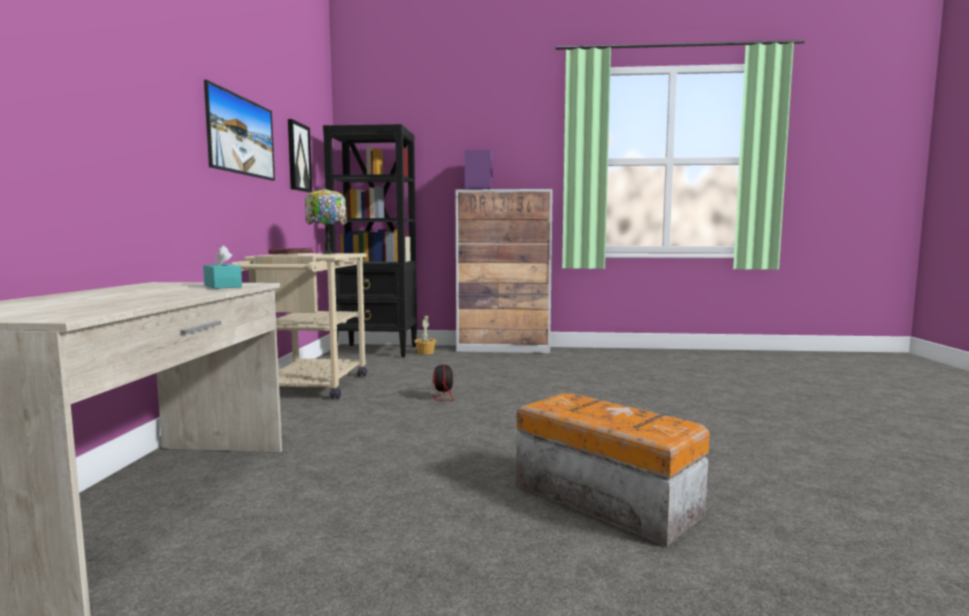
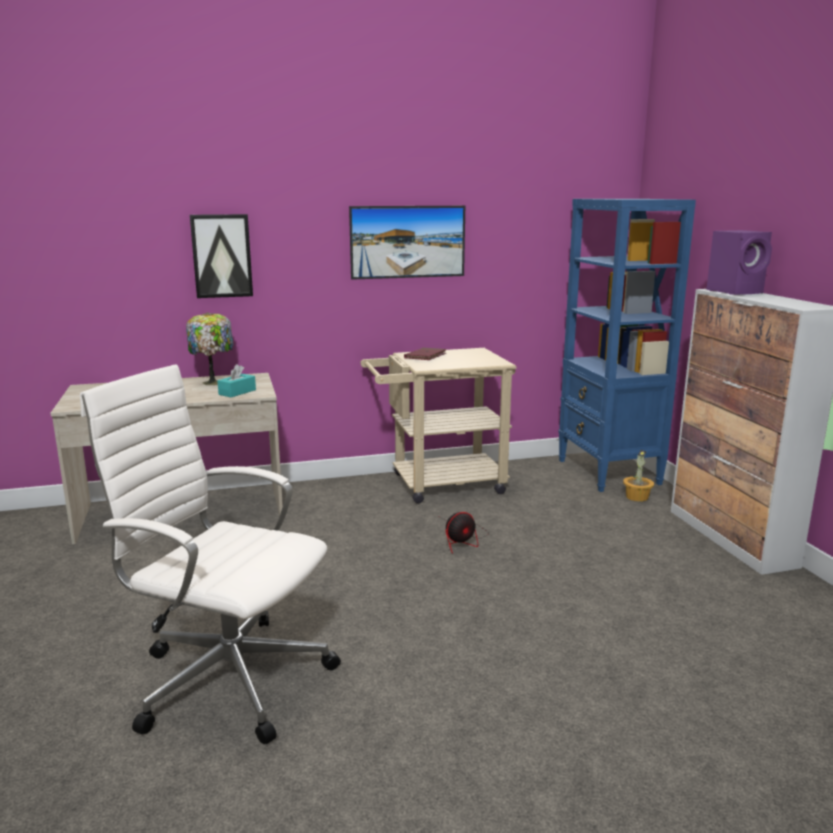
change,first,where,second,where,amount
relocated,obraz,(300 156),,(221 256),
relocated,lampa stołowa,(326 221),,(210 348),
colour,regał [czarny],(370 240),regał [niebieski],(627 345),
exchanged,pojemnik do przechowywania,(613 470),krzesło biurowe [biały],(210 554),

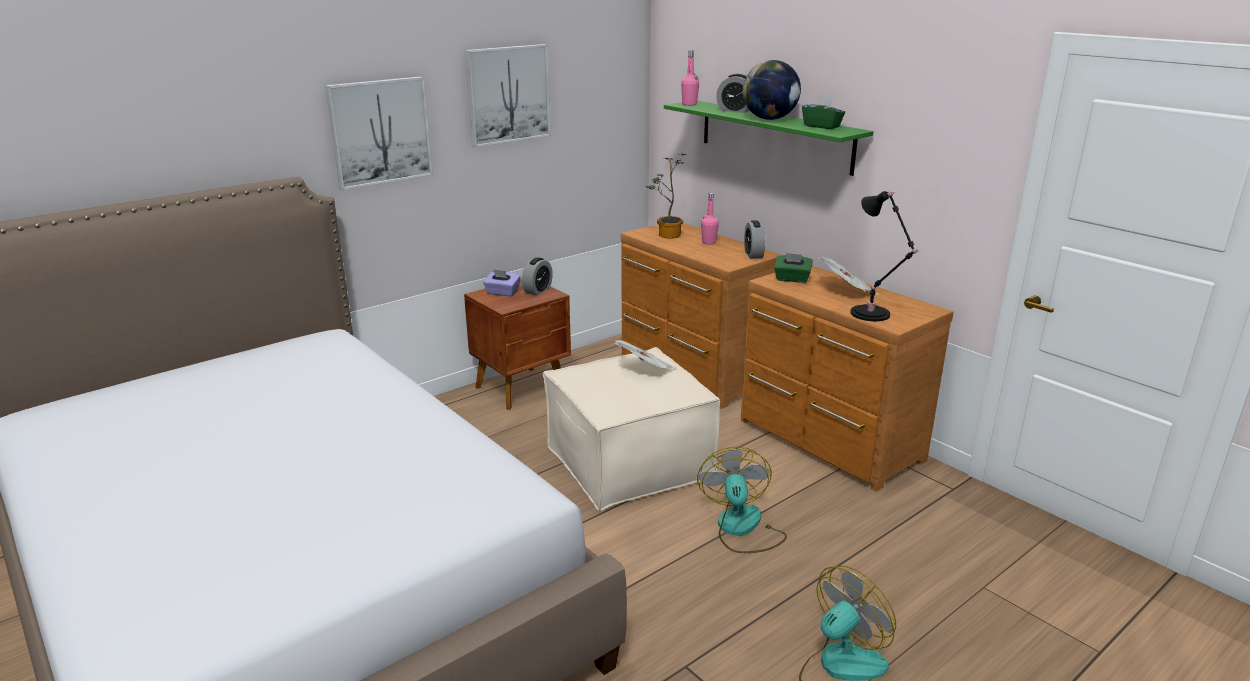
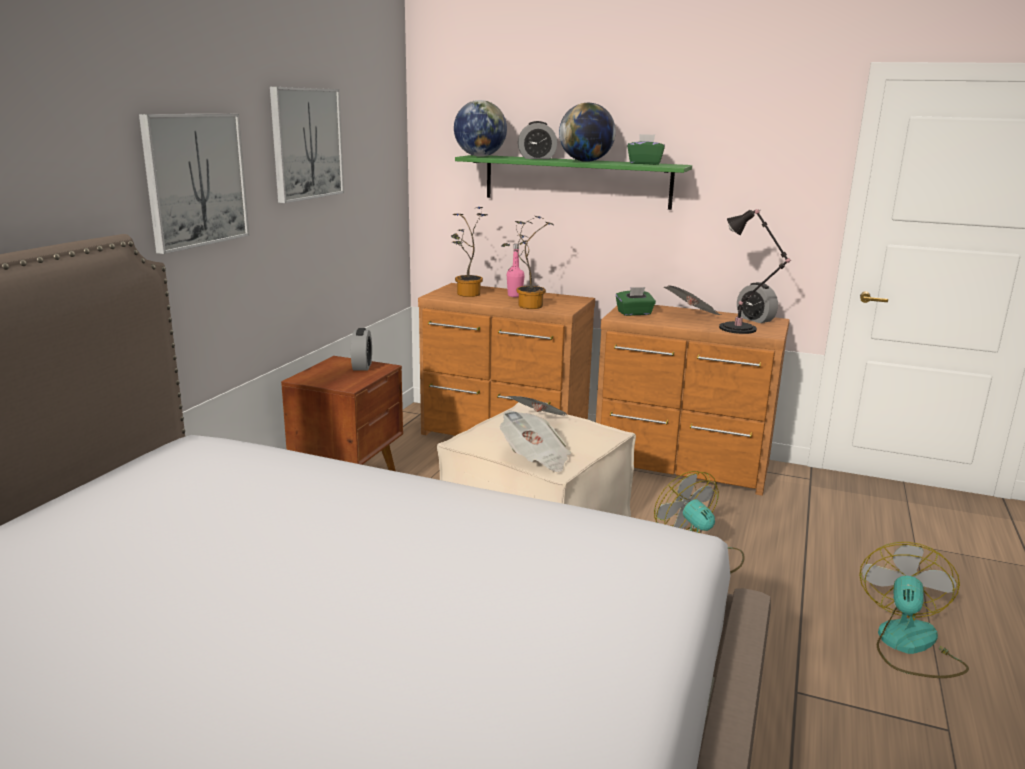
change,first,where,second,where,amount
missing,pudełko chusteczek [fioletowy],(502 283),,,
exchanged,butelka [różowy],(690 78),globus,(480 128),
relocated,budzik,(754 239),,(757 302),
appeared,,,gazeta,(535 441),
appeared,,,roślina doniczkowa,(528 262),

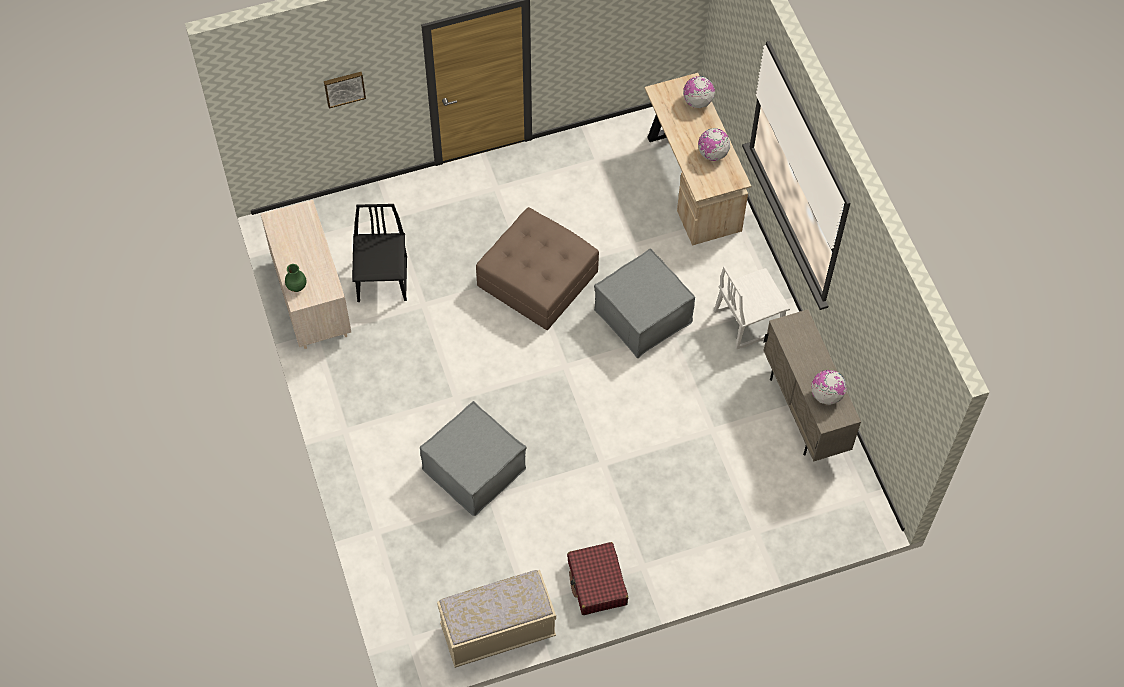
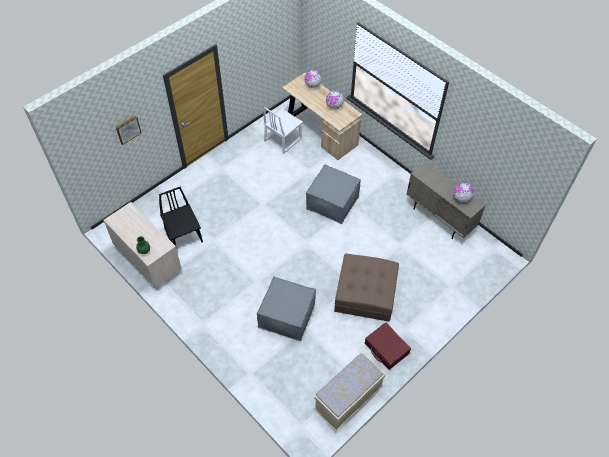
change,first,where,second,where,amount
relocated,pufa [brązowy],(537 268),,(366 288),
relocated,krzesło [biały],(752 308),,(283 130),

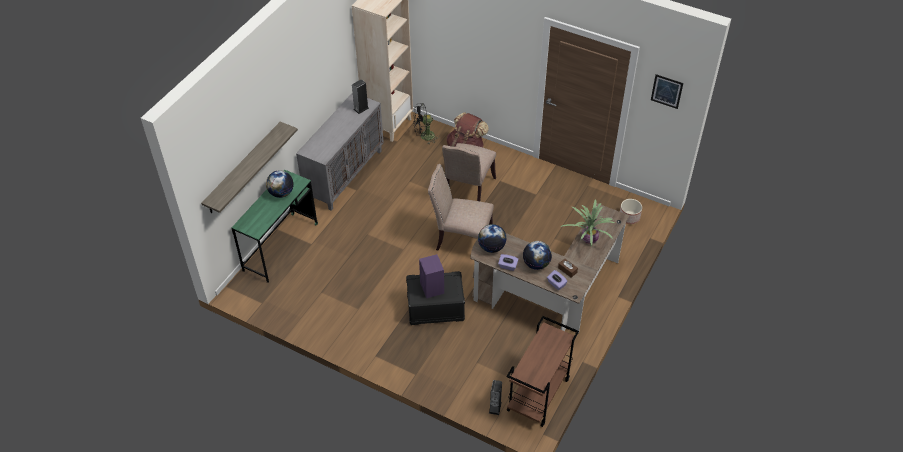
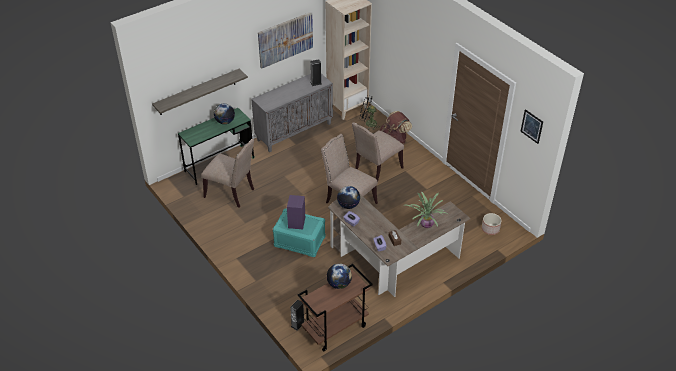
change,first,where,second,where,amount
colour,pojemnik do przechowywania [czarny],(435 298),pojemnik do przechowywania [turkusowy],(299 232),
relocated,globus,(537 255),,(339 276),
appeared,,,krzesło [beżowy],(227 173),
appeared,,,obraz,(285 40),

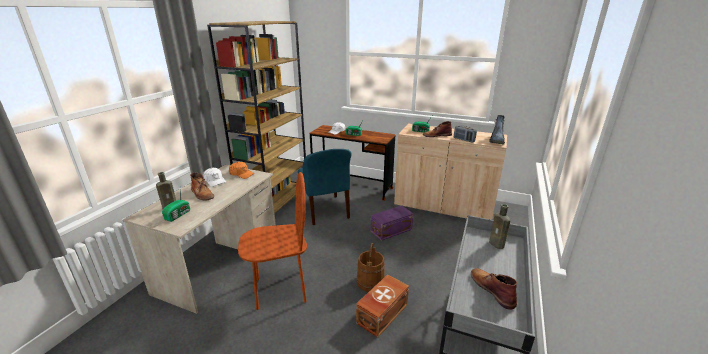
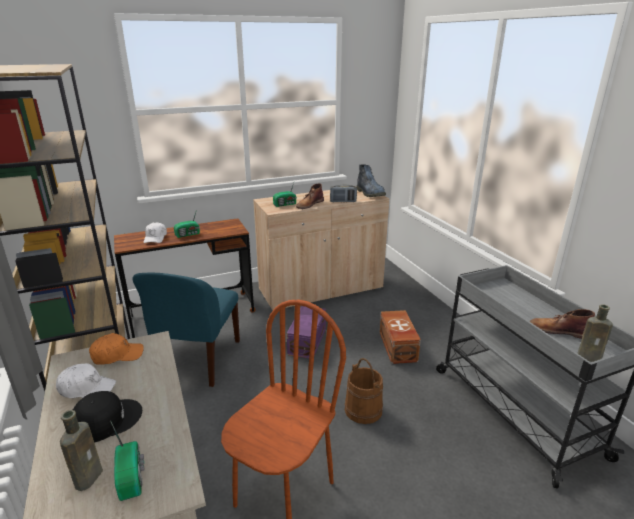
change,first,where,second,where,amount
exchanged,but z cholewką [brązowy],(202 186),czapka z daszkiem [czarny],(107 416),
spun,krzesło [niebieski],(325 187),,(186 330),75 degrees clockwise
relocated,pojemnik do przechowywania [brązowy],(382 306),,(400 337),
relocated,butelka [brązowy],(499 226),,(595 333),

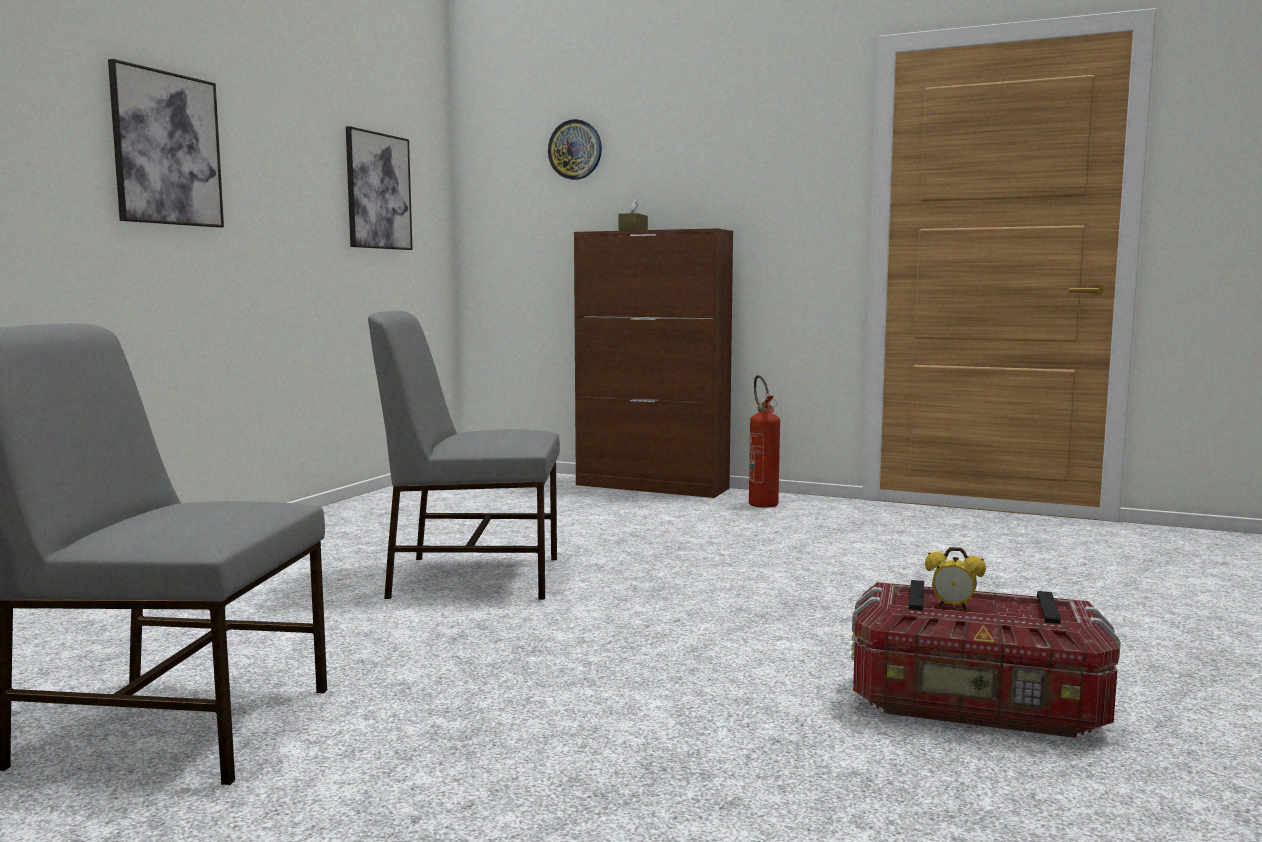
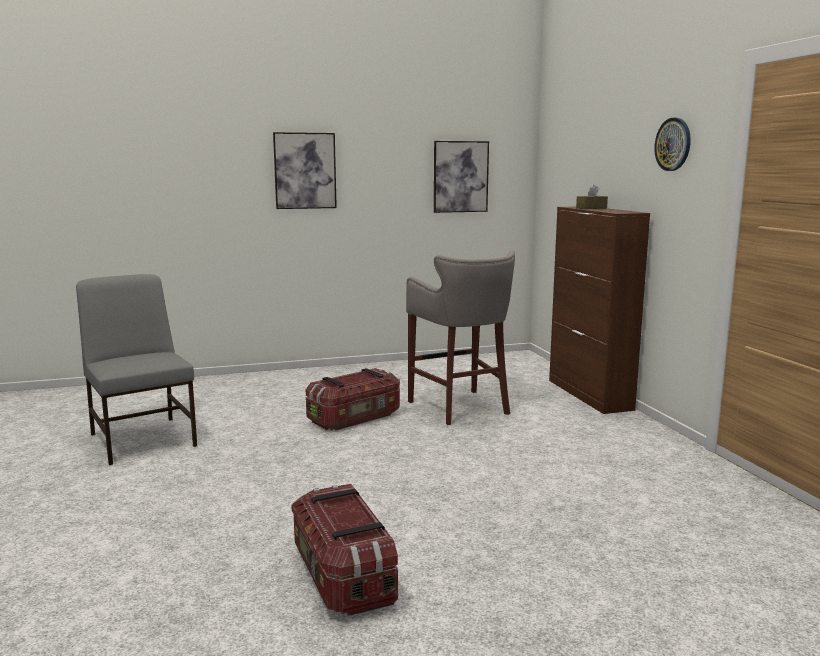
change,first,where,second,where,amount
exchanged,krzesło [szary],(464 455),pojemnik do przechowywania,(353 399),
relocated,zegar ścienny,(575 149),,(672 144),
missing,gaśnica,(764 441),,,
missing,budzik,(955 578),,,
appeared,,,stołek [szary],(460 338),

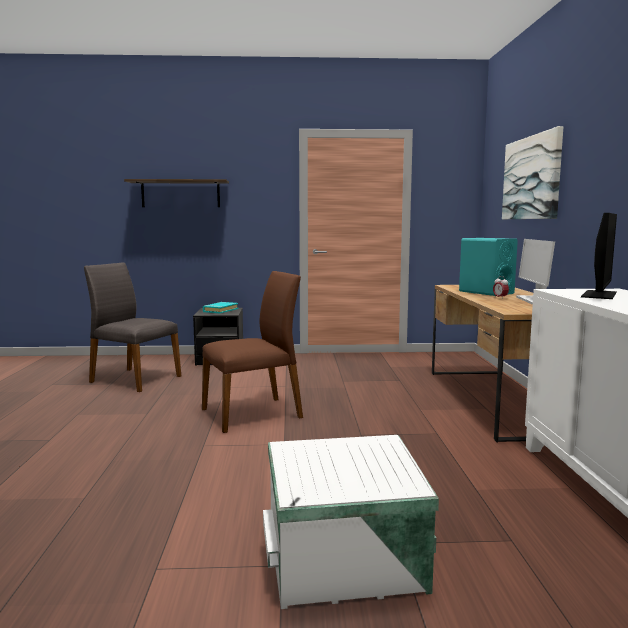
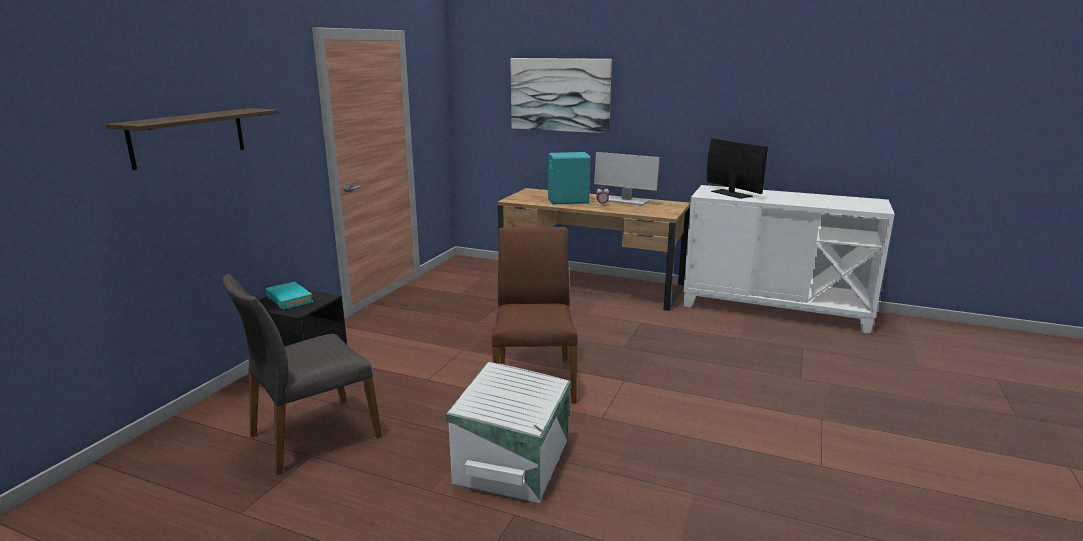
change,first,where,second,where,amount
relocated,pojemnik do przechowywania [biały],(351 522),,(508 432),

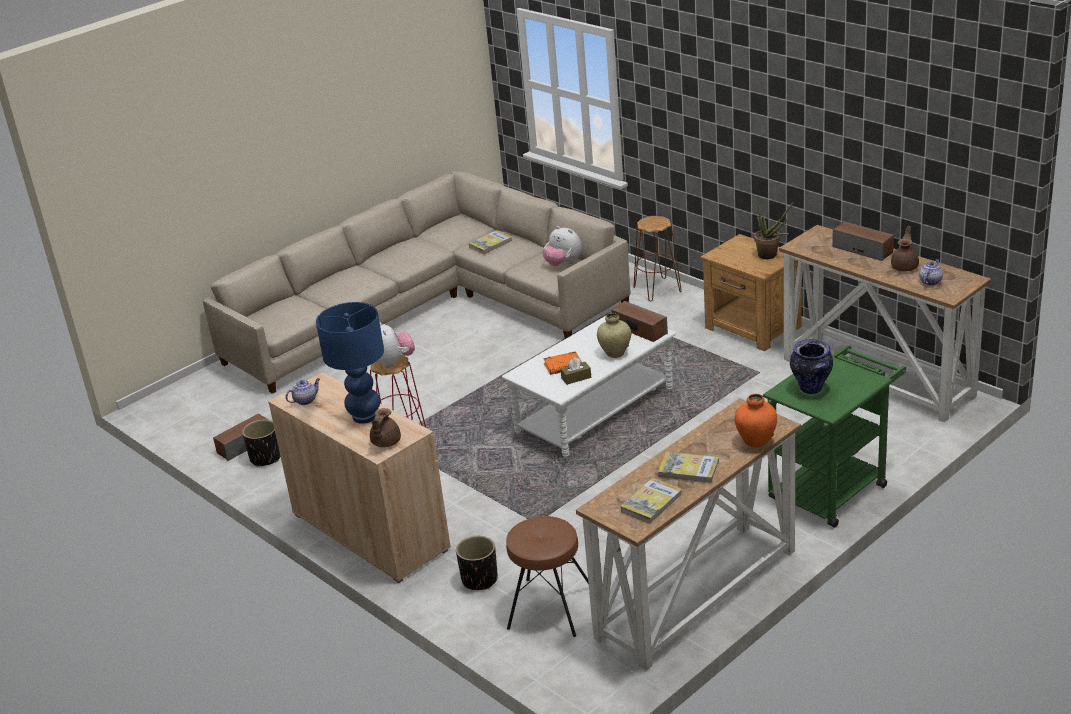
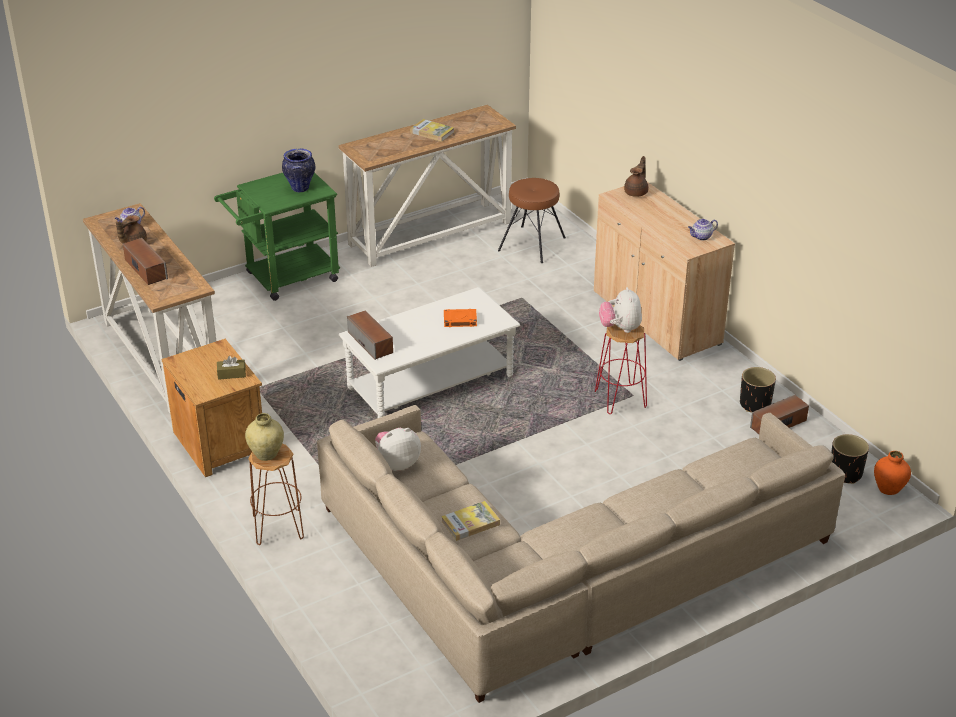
change,first,where,second,where,amount
missing,lampa stołowa [niebieski],(350 363),,,
relocated,donica [czarny],(477 563),,(850 459),
spun,pluszak,(562 246),,(398 449),75 degrees counterclockwise
relocated,pudełko chusteczek [brązowy],(576 371),,(231 368),
relocated,wazon [beżowy],(614 335),,(264 437),
missing,książka,(651 501),,,
relocated,wazon [pomarańczowy],(756 420),,(892 473),
missing,roślina doniczkowa,(774 227),,,

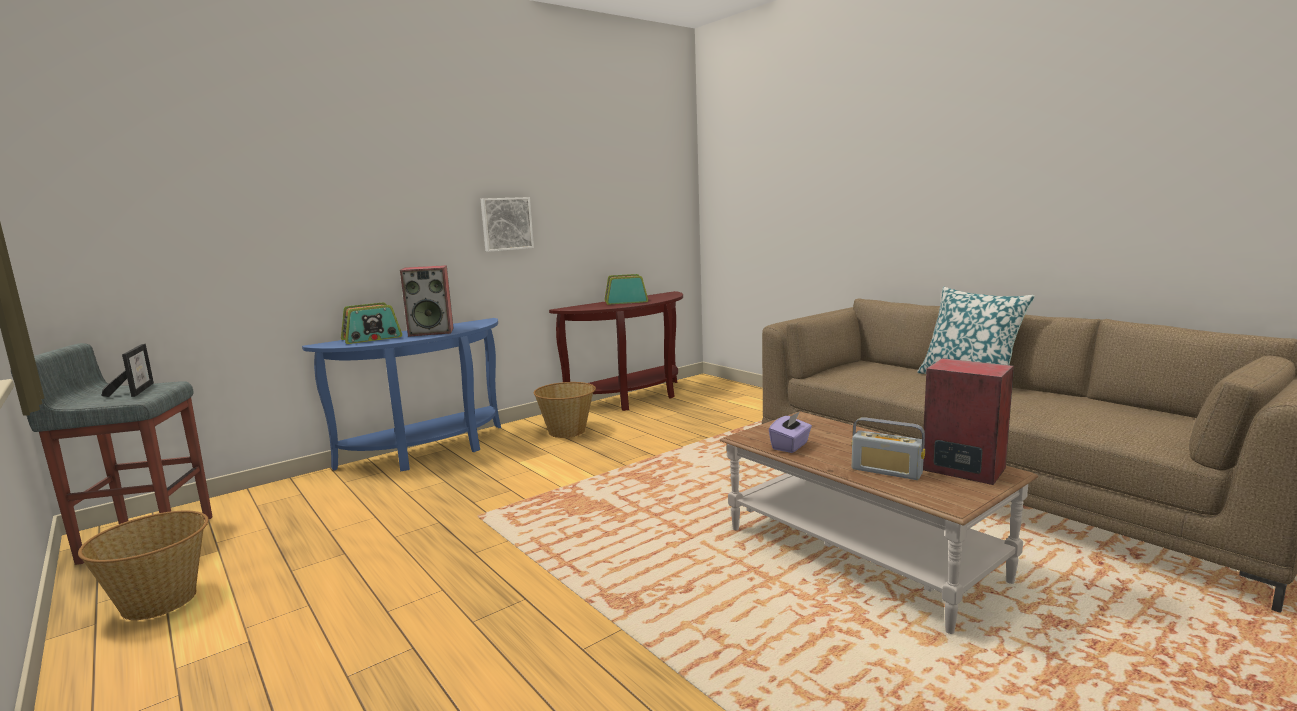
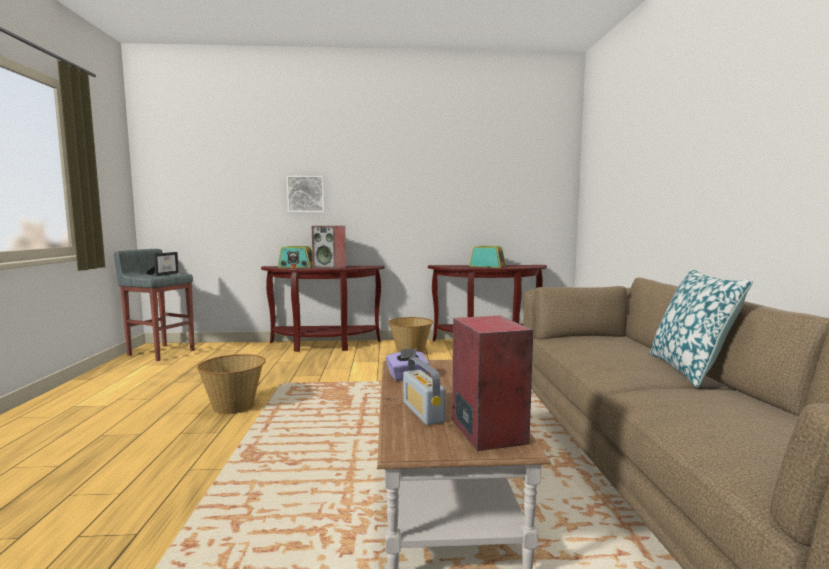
change,first,where,second,where,amount
relocated,koszyk,(143 565),,(231 384),
colour,stolik konsolowy [niebieski],(401 394),stolik konsolowy [brązowy],(323 309),
relocated,obraz,(507 224),,(305 194),

